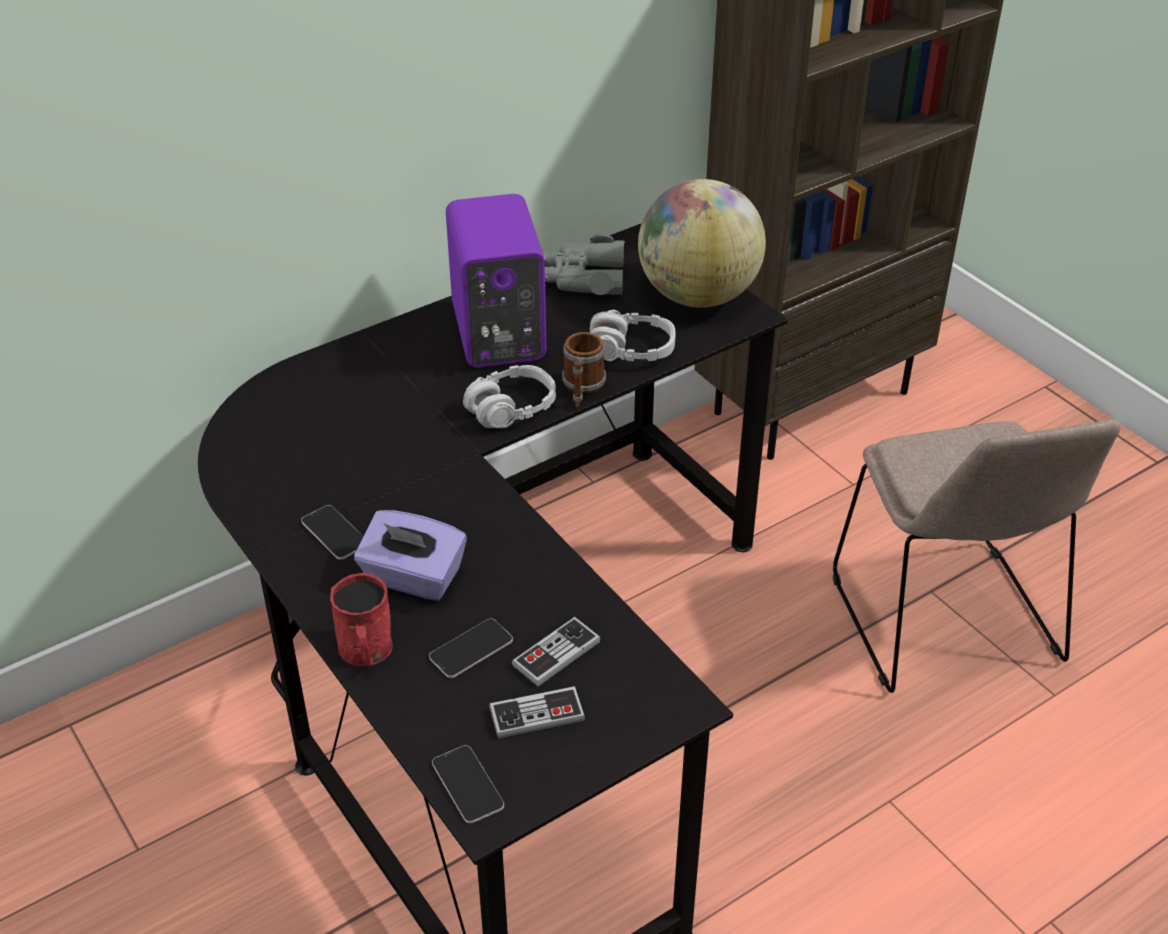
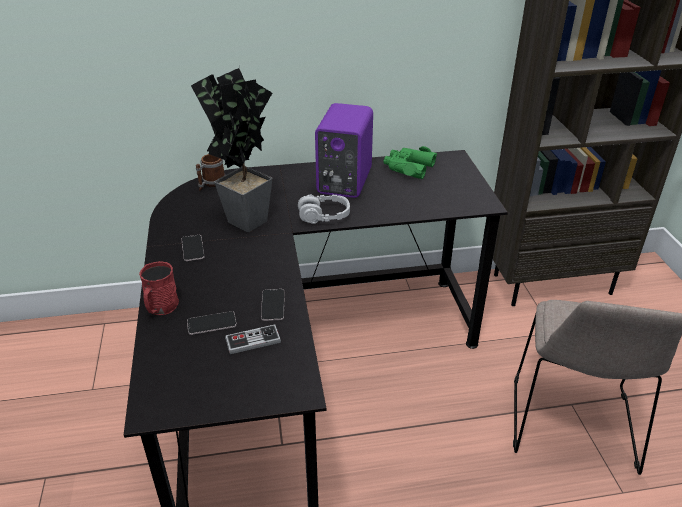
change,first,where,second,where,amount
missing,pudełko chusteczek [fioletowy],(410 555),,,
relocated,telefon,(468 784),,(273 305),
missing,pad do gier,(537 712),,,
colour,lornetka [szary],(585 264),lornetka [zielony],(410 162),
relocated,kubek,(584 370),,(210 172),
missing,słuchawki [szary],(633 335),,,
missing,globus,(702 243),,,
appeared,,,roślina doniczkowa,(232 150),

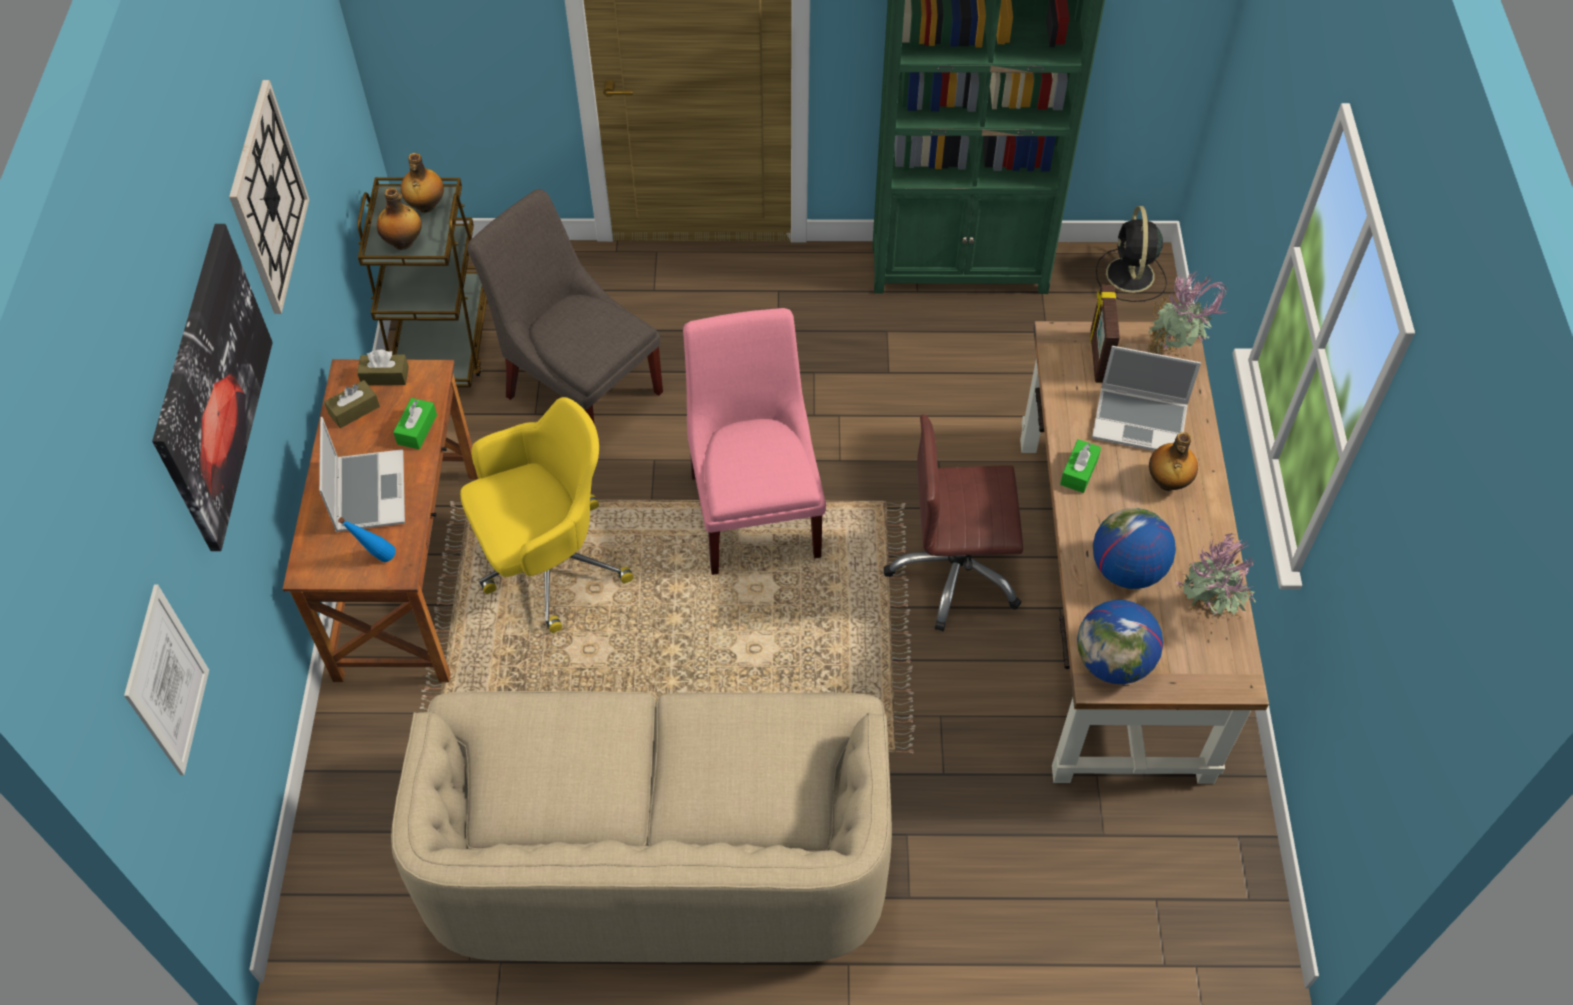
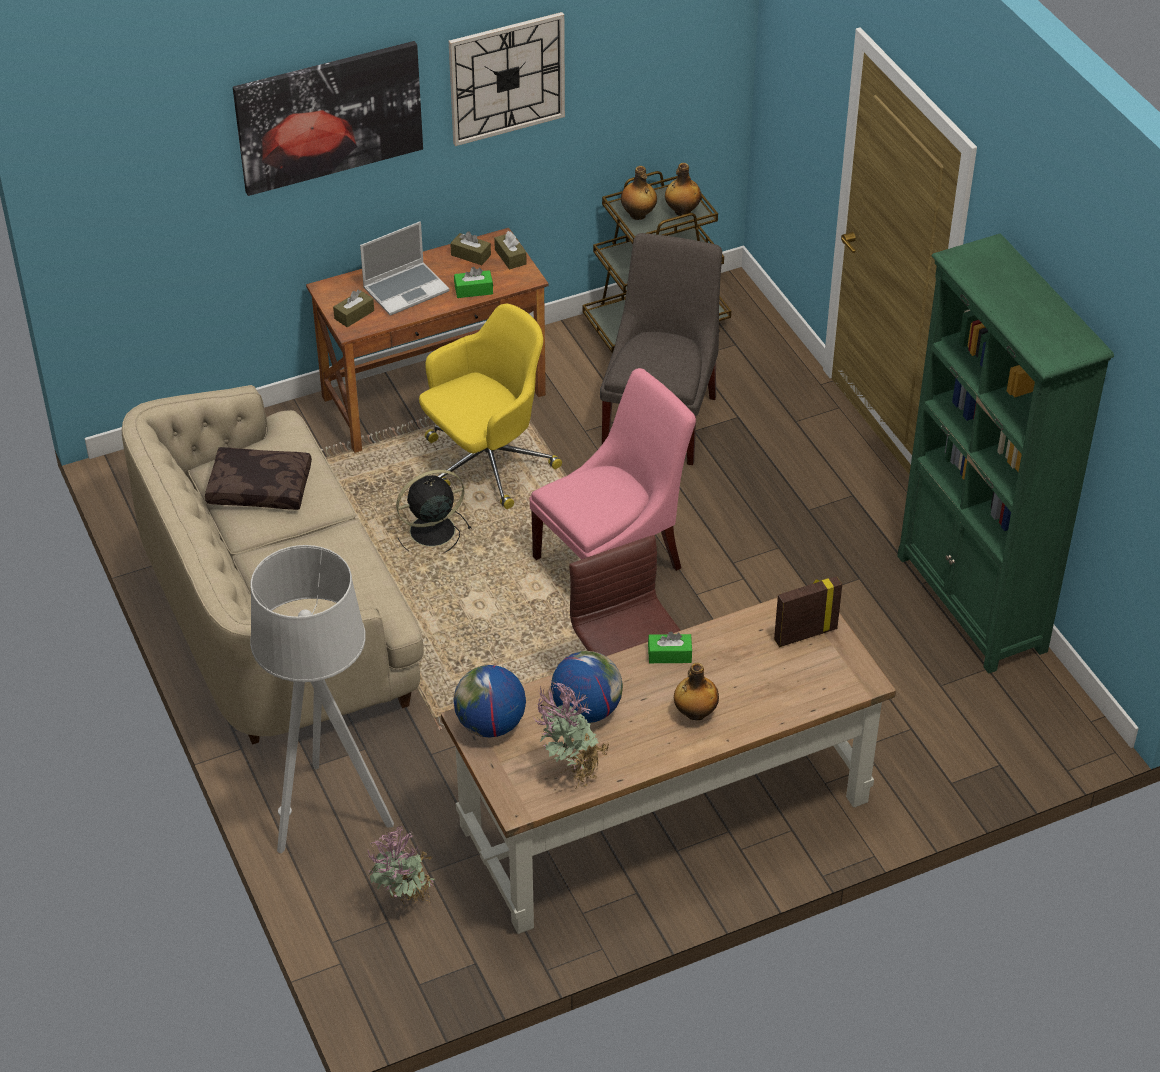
change,first,where,second,where,amount
missing,obraz,(166 679),,,
exchanged,butelka [niebieski],(367 539),pudełko chusteczek [brązowy],(353 308),
spun,krzesło biurowe [żółty],(547 515),,(490 406),75 degrees counterclockwise
missing,laptop,(1146 398),,,
relocated,wentylator [czarny],(1131 254),,(434 511),
relocated,roślina doniczkowa,(1187 312),,(400 868),
appeared,,,poduszka [brązowy],(258 478),
appeared,,,lampa stojąca [szary],(322 699),

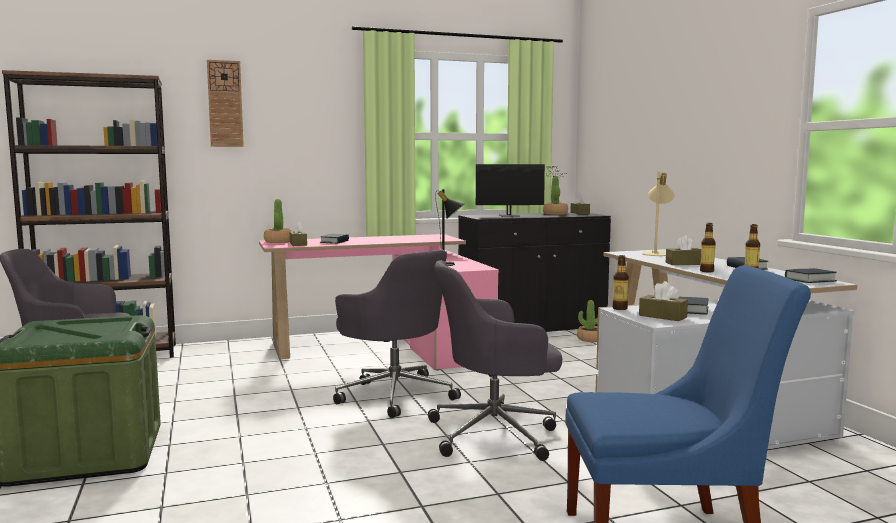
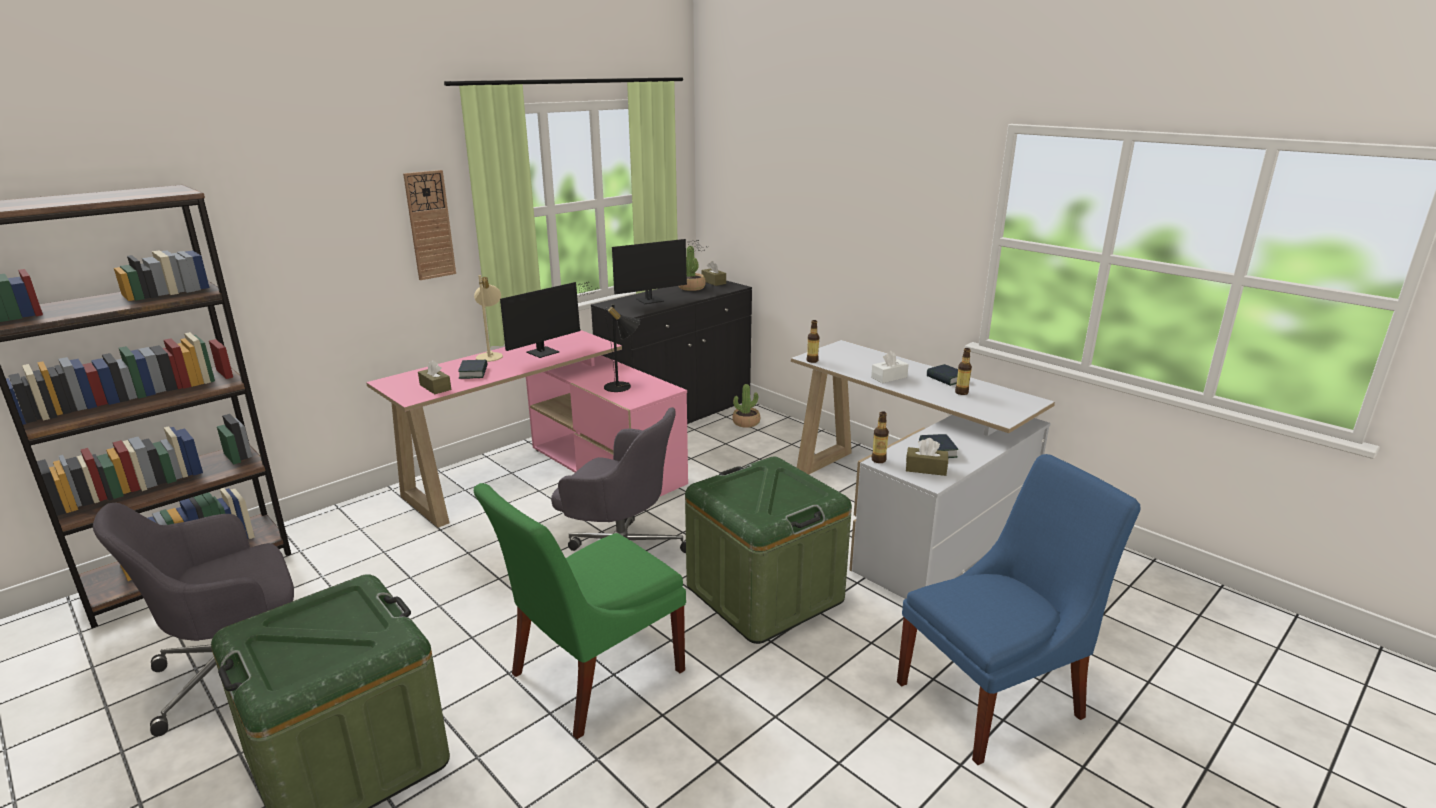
change,first,where,second,where,amount
relocated,zegar ścienny,(225 103),,(429 225),
missing,roślina doniczkowa,(278 221),,,
exchanged,krzesło biurowe [szary],(495 360),pojemnik do przechowywania [zielony],(768 550),
relocated,lampa stołowa [beżowy],(658 214),,(488 318),
colour,pudełko chusteczek [brązowy],(683 250),pudełko chusteczek [biały],(890 367),
relocated,butelka,(708 247),,(813 341),
missing,książka,(811 275),,,
appeared,,,krzesło [zielony],(580 611),
appeared,,,monitor,(548 320),

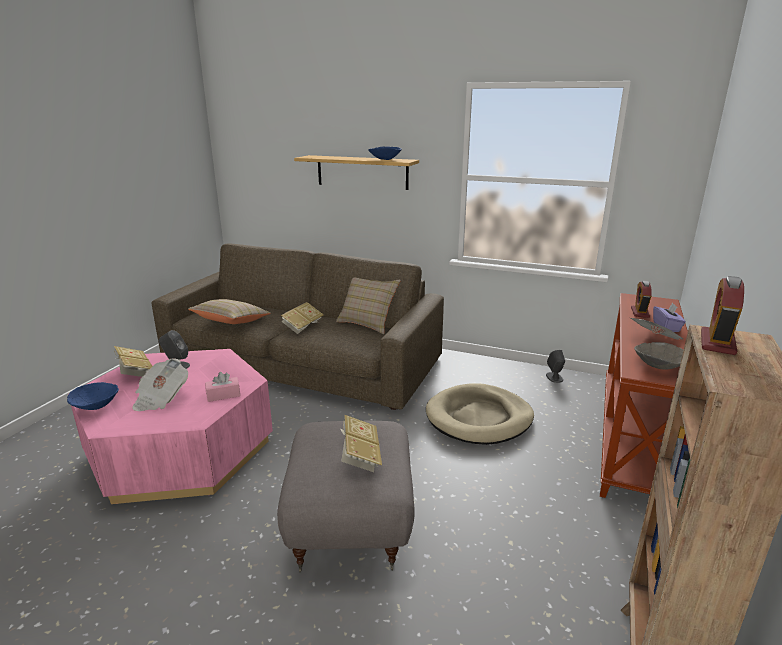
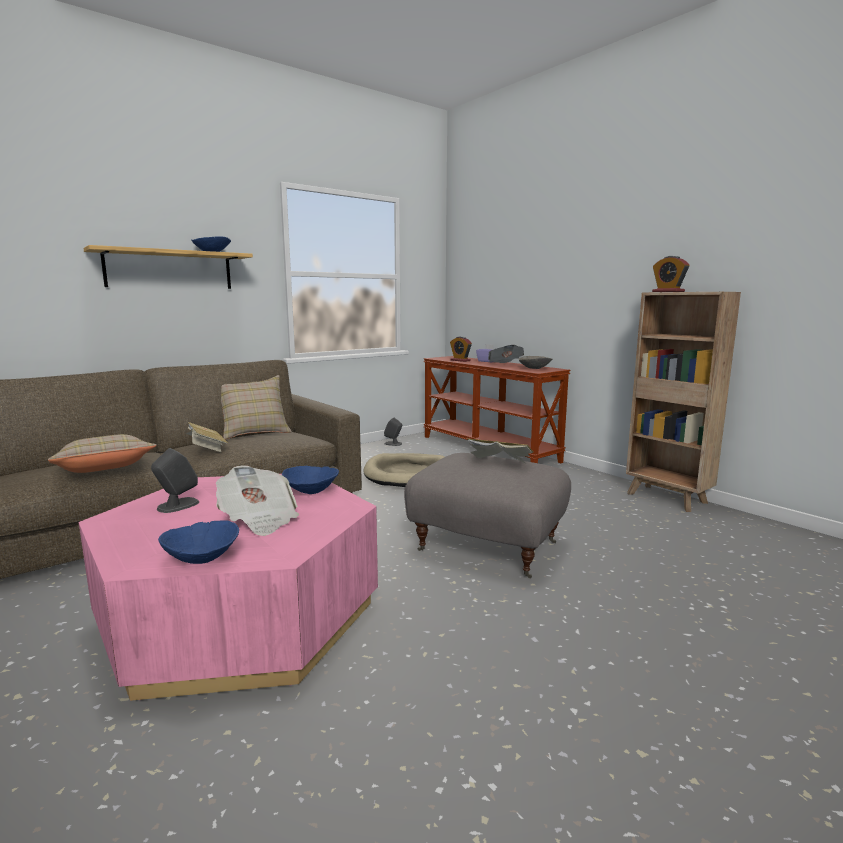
change,first,where,second,where,amount
missing,książka,(133 361),,,
exchanged,pudełko chusteczek [różowy],(222 387),miska [niebieski],(310 480),

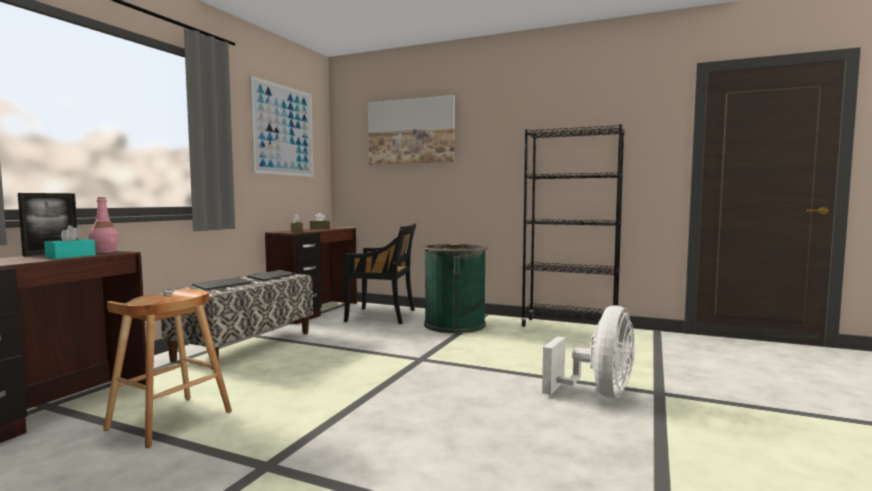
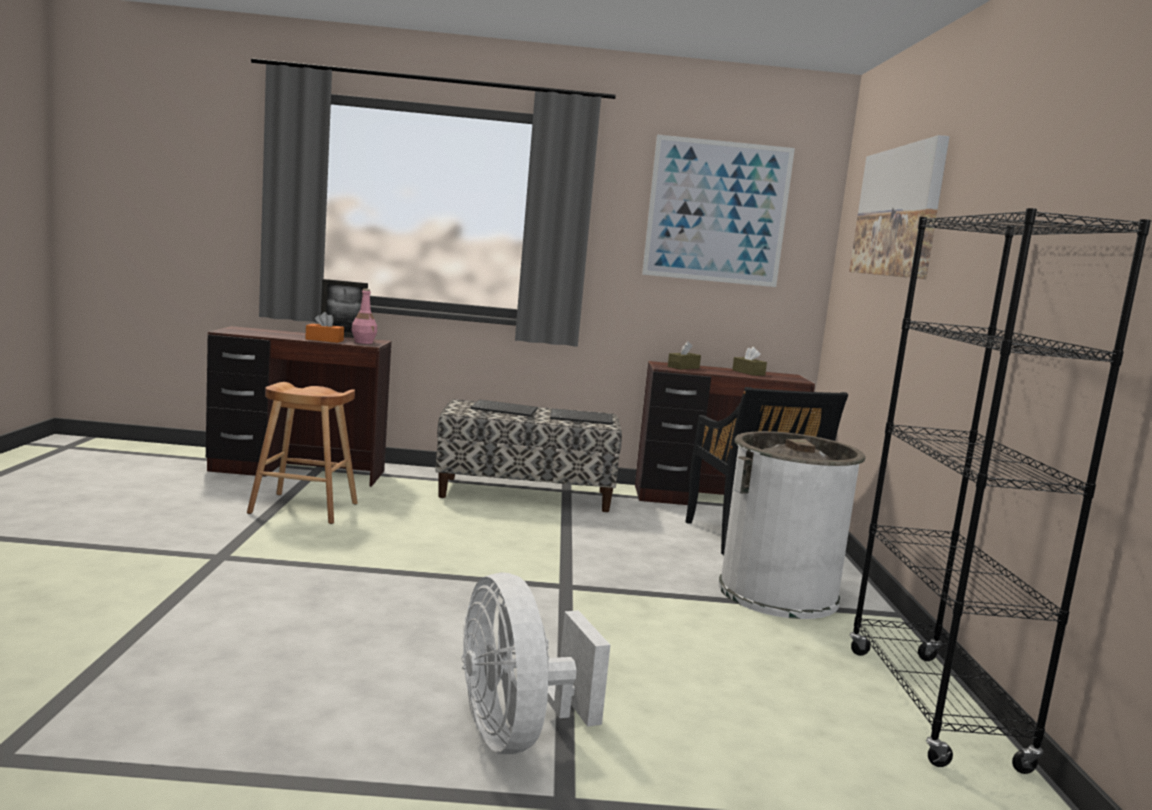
change,first,where,second,where,amount
colour,pudełko chusteczek [turkusowy],(70 242),pudełko chusteczek [pomarańczowy],(324 327),
colour,kosz na śmieci [zielony],(455 288),kosz na śmieci [biały],(792 525),
spun,wentylator [biały],(588 351),,(535 663),60 degrees clockwise

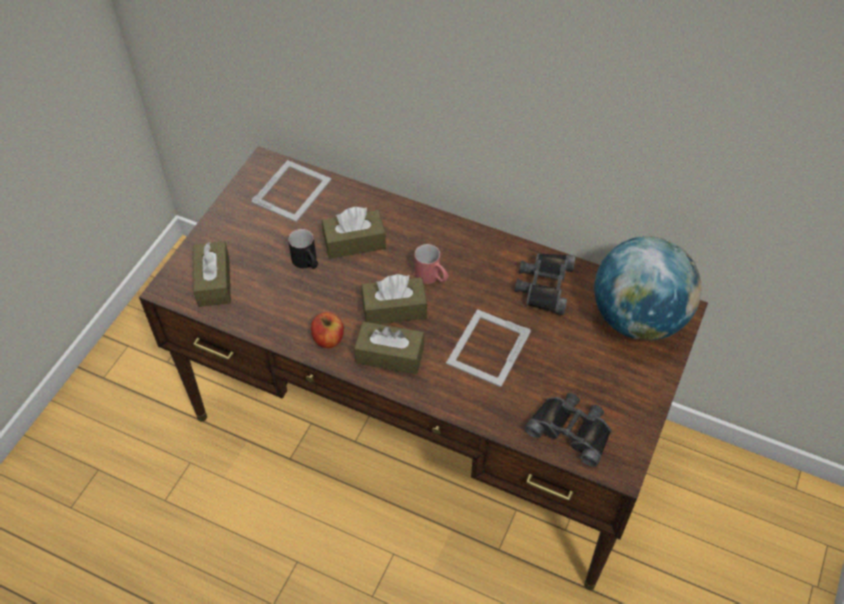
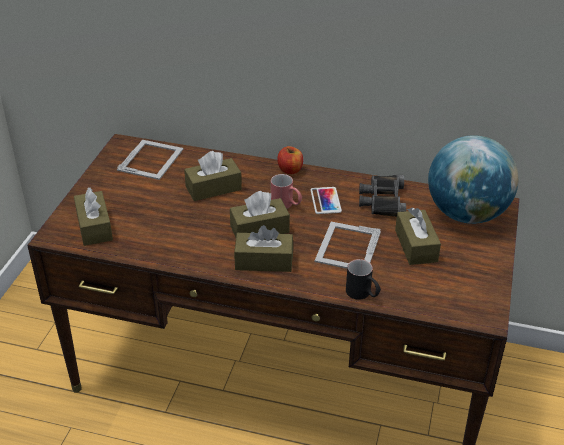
change,first,where,second,where,amount
relocated,kubek [czarny],(303 249),,(363 279),
relocated,jabłko,(327 330),,(290 160),
missing,lornetka [czarny],(567 430),,,
appeared,,,telefon,(326 200),
appeared,,,pudełko chusteczek [brązowy],(418 236),

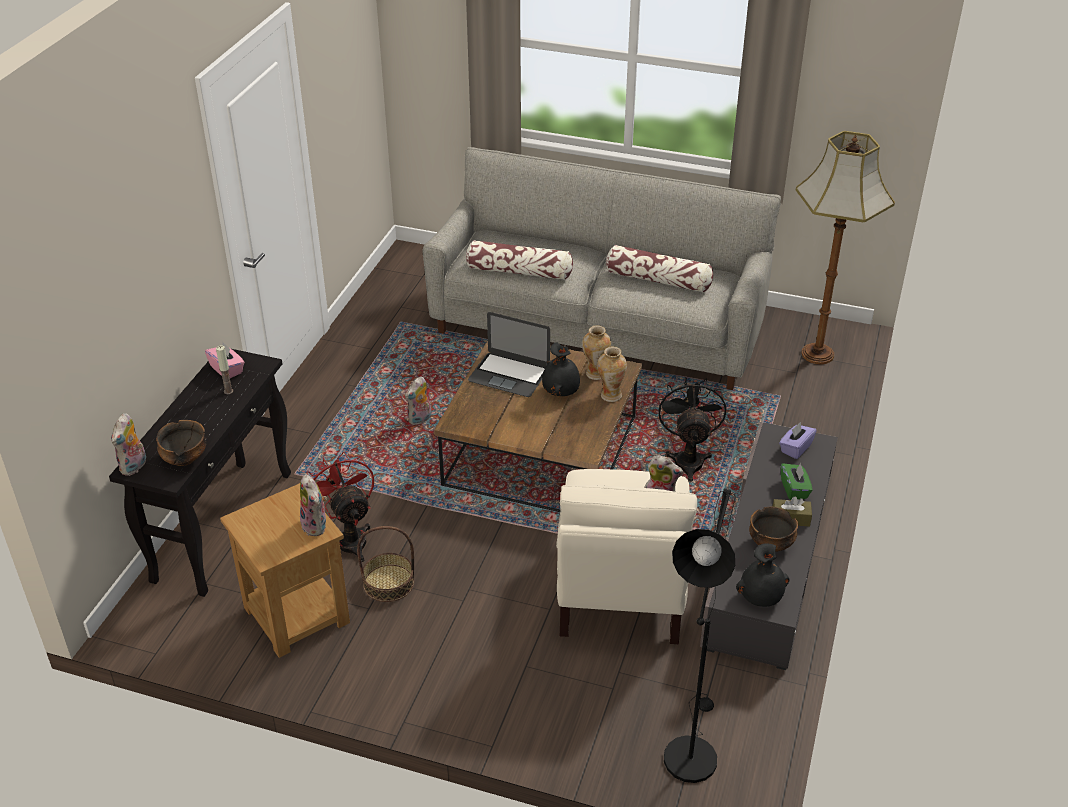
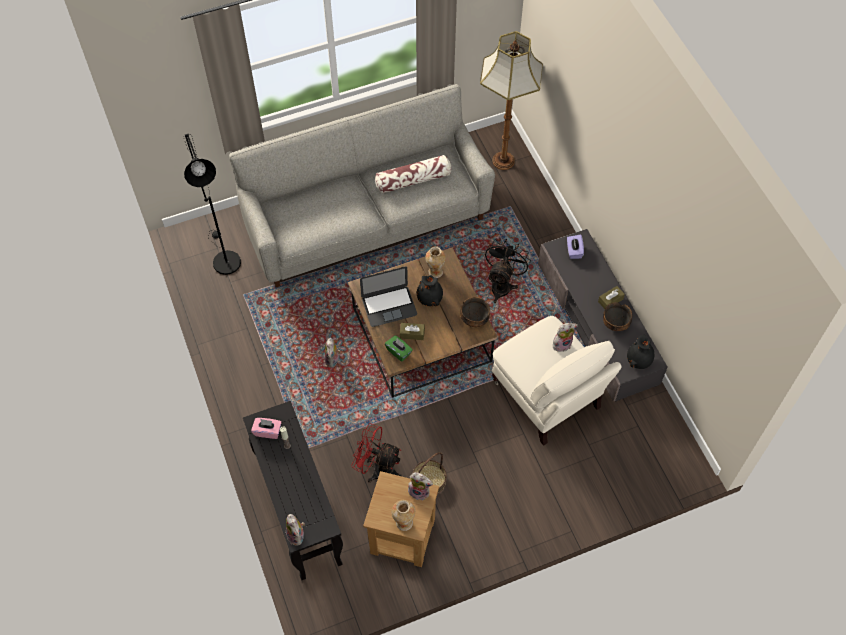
change,first,where,second,where,amount
relocated,miska,(181 443),,(475 312),
missing,poduszka,(519 260),,,
relocated,wazon,(612 374),,(403 515),
spun,wentylator [czarny],(692 429),,(508 271),60 degrees clockwise
relocated,lampa stojąca [czarny],(700 636),,(212 204),
relocated,pudełko chusteczek [zielony],(797 481),,(399 349),
appeared,,,pudełko chusteczek [brązowy],(412 331),

